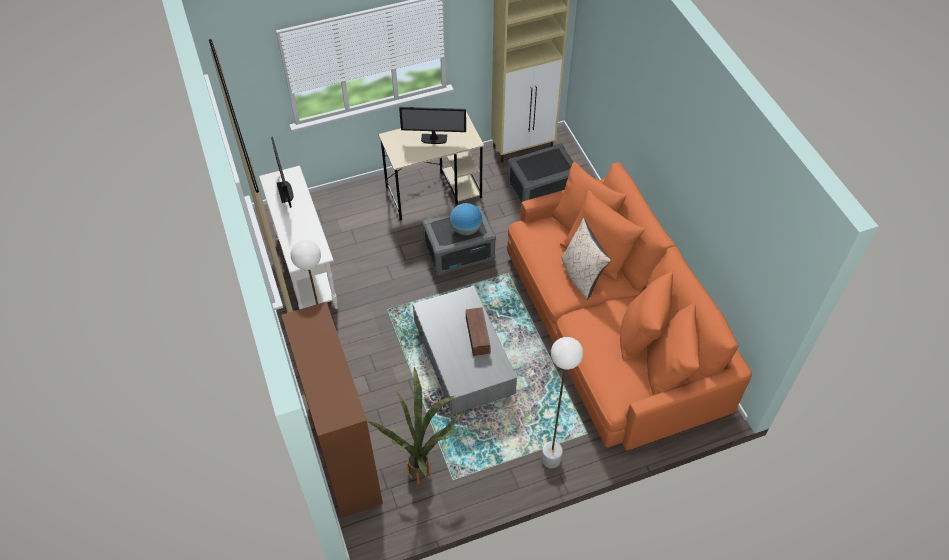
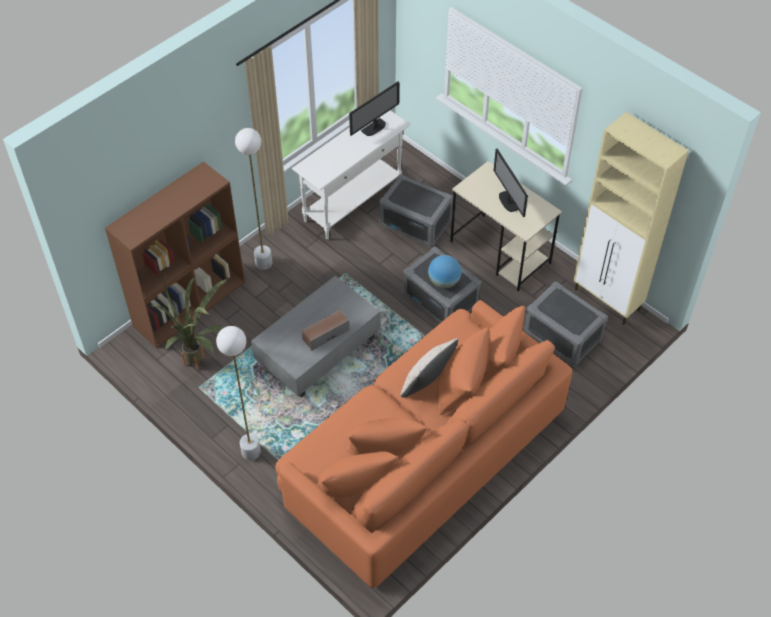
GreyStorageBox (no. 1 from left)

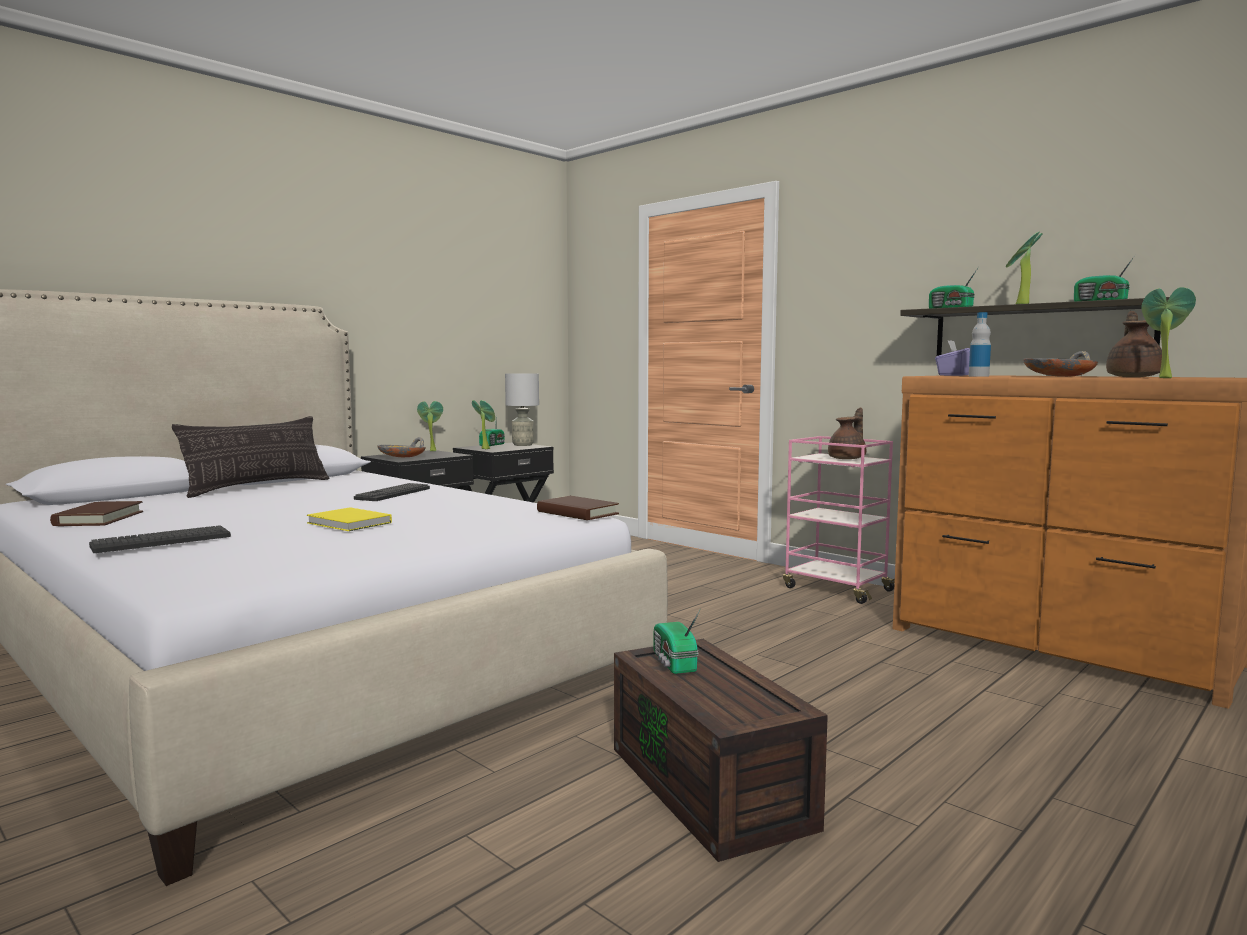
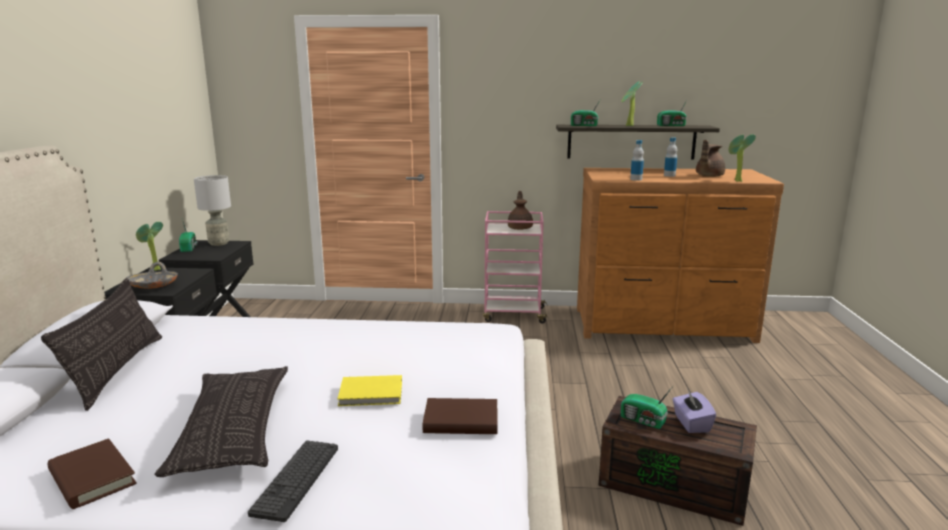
Keyboard (no. 2 from left in the first image); PottedPlant (no. 2 from left in the first image); BrownBook (no. 2 from left); PurpleTissueBox; Bottle (no. 2 from left); BrownTeapot (no. 2 from left); Pillow (no. 2 from left)

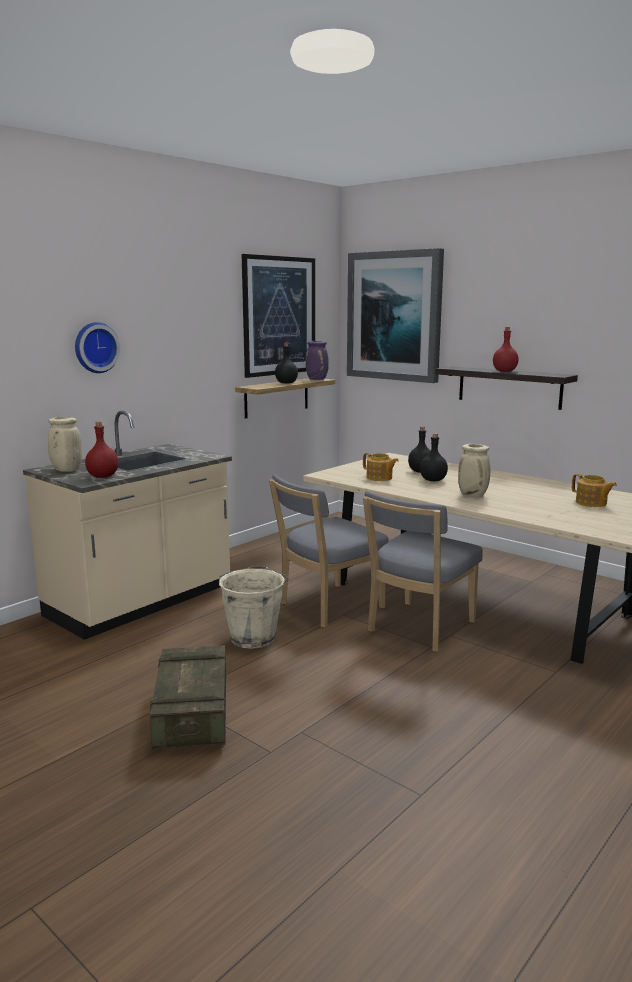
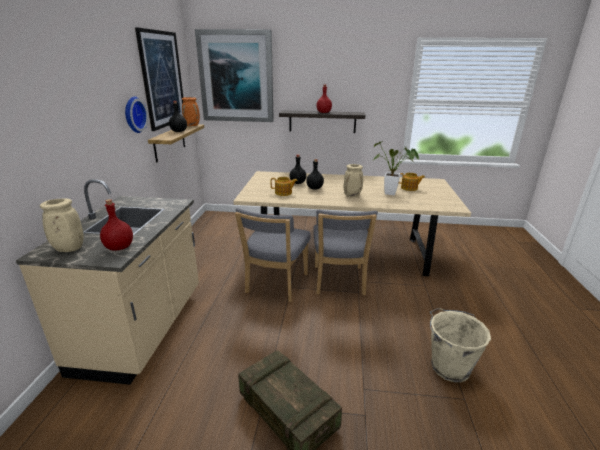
WallClock; BeigeBucket; OrangeVase; PottedPlant

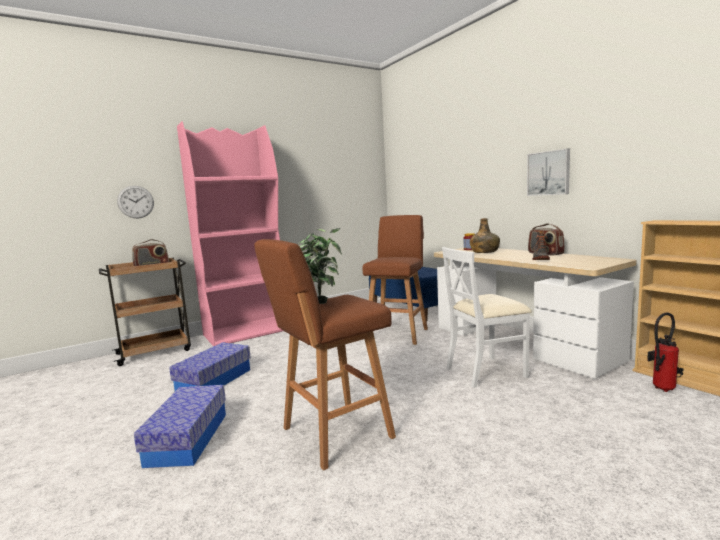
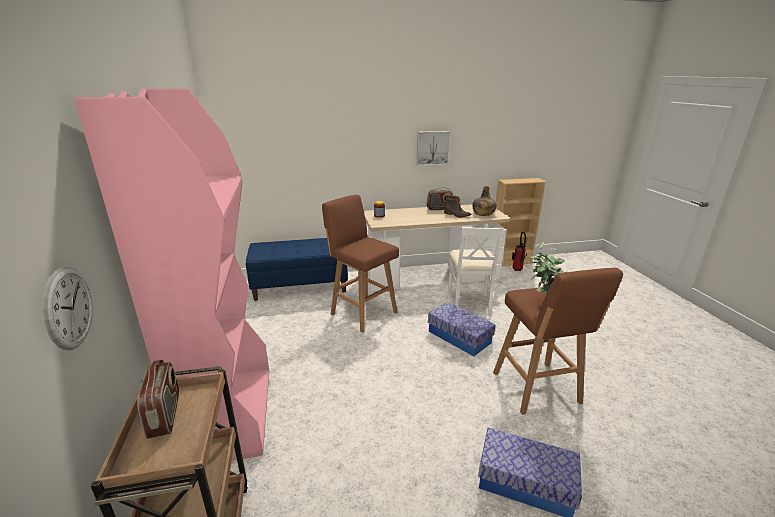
StorageBox (no. 1 from left); GreenBottle

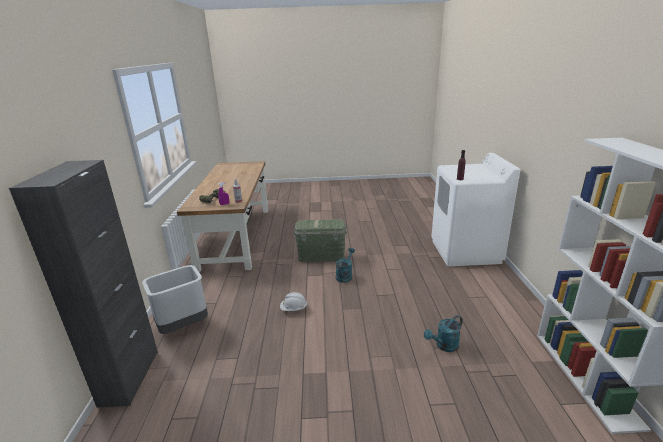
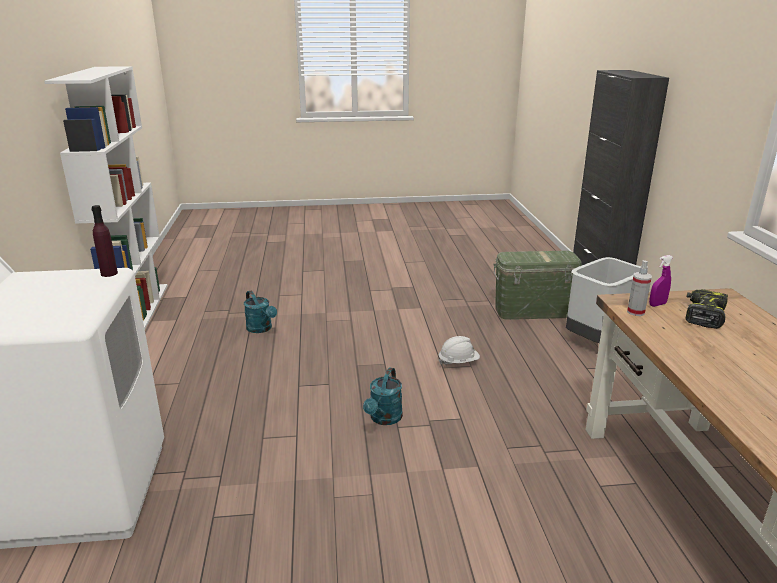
GreenStorageBox; TurquoiseWateringCan (no. 1 from left)

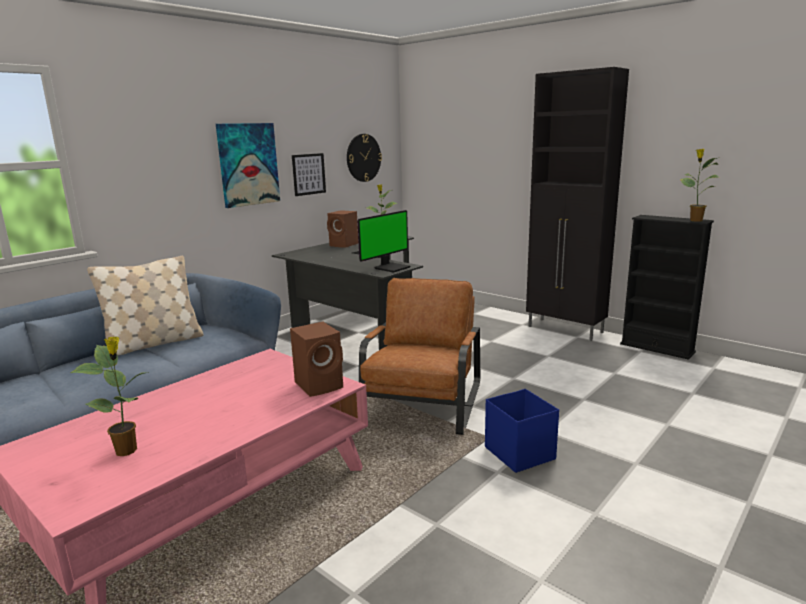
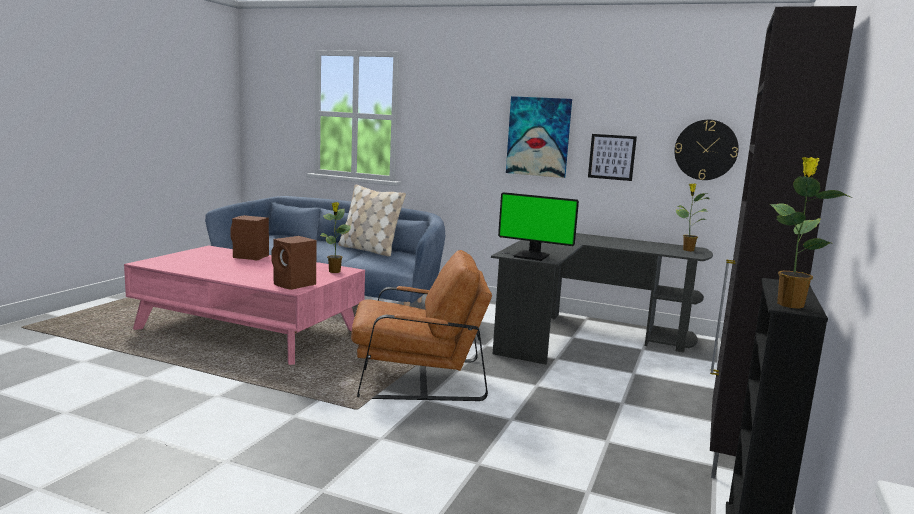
PottedPlant (no. 1 from left); BrownSpeaker (no. 1 from left); BlueStorageBox

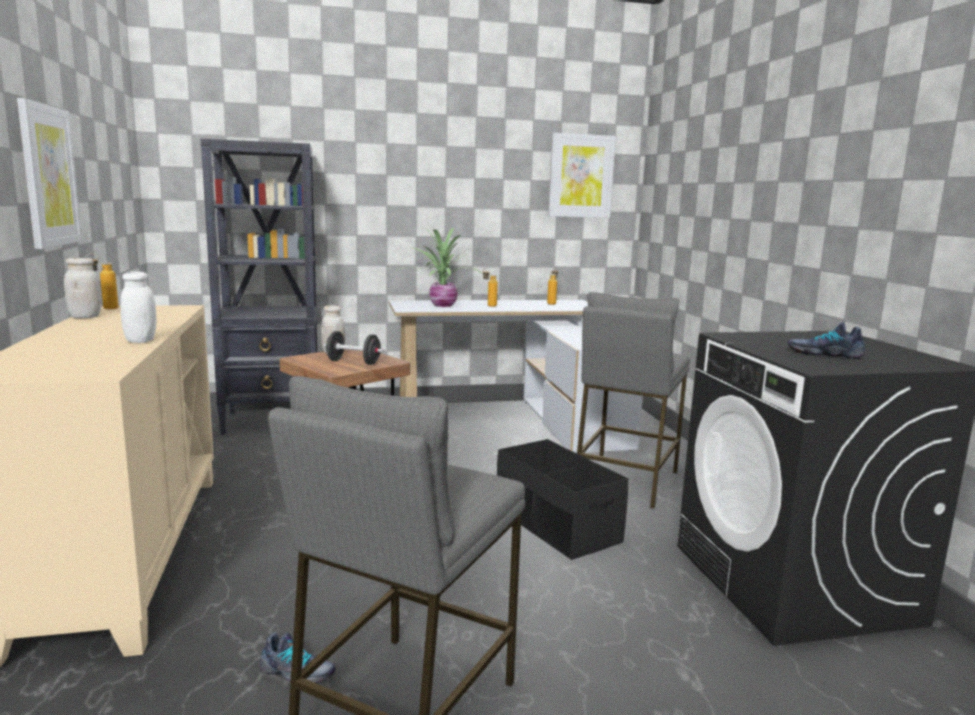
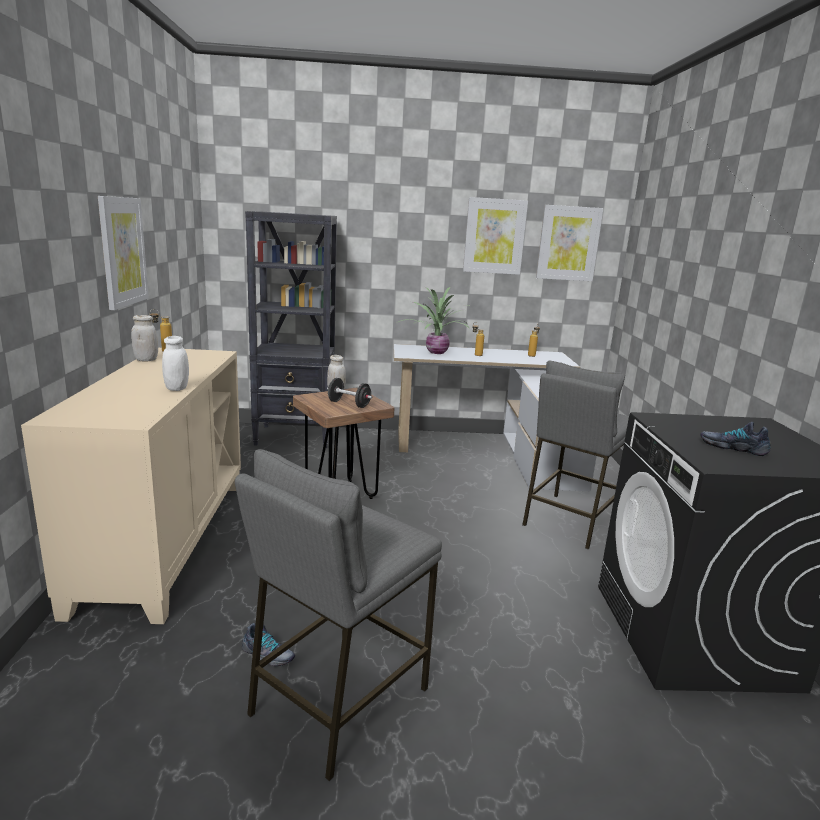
BlackStorageBox; Picture (no. 2 from left)

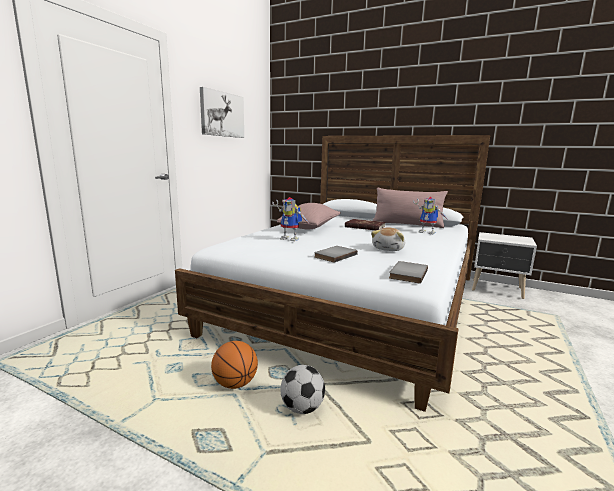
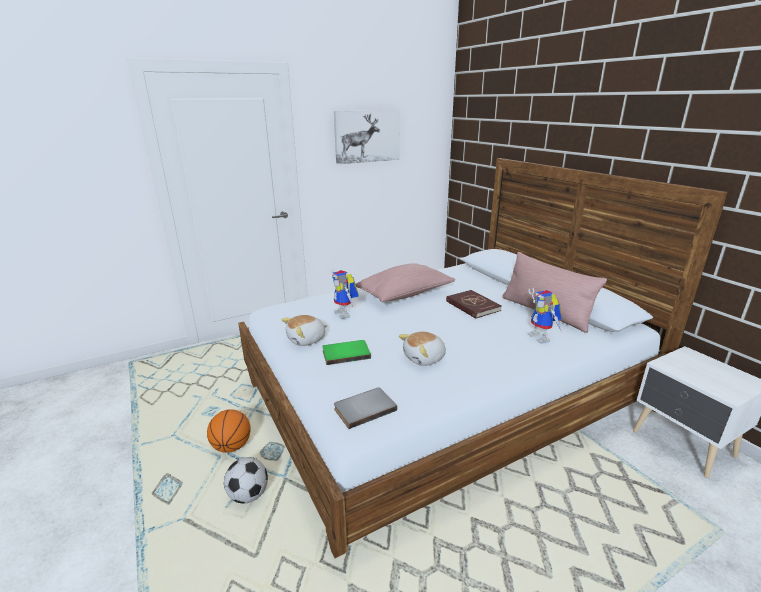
GreenBook; PlushToy (no. 1 from left)

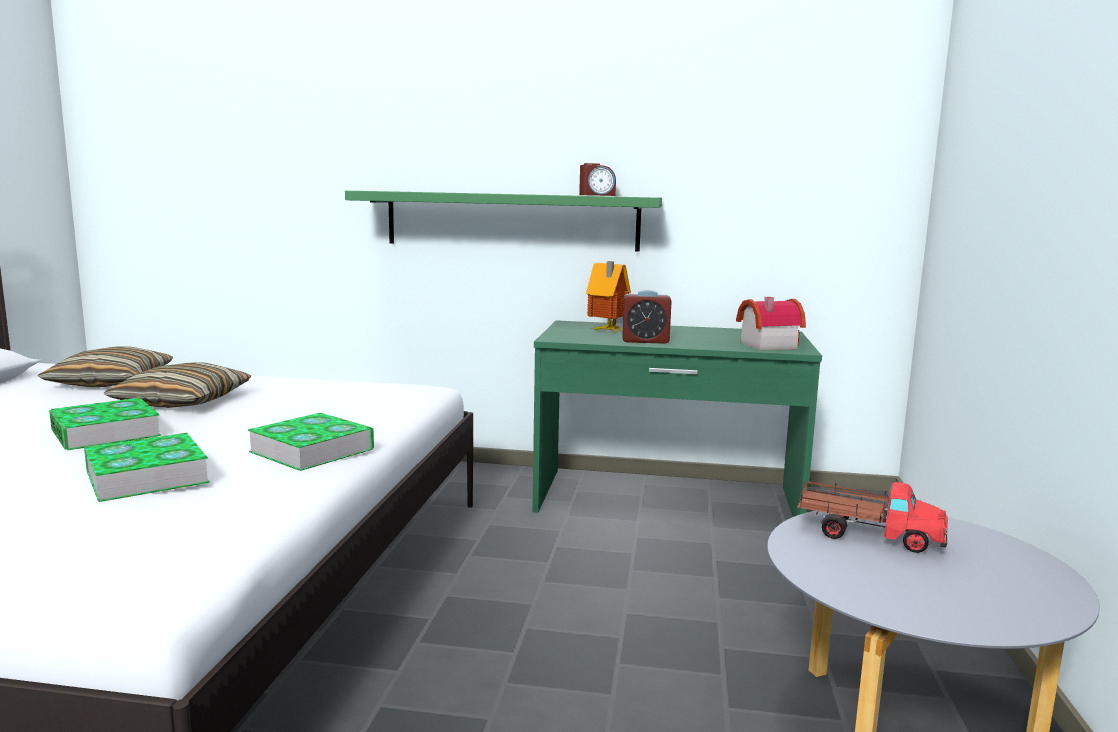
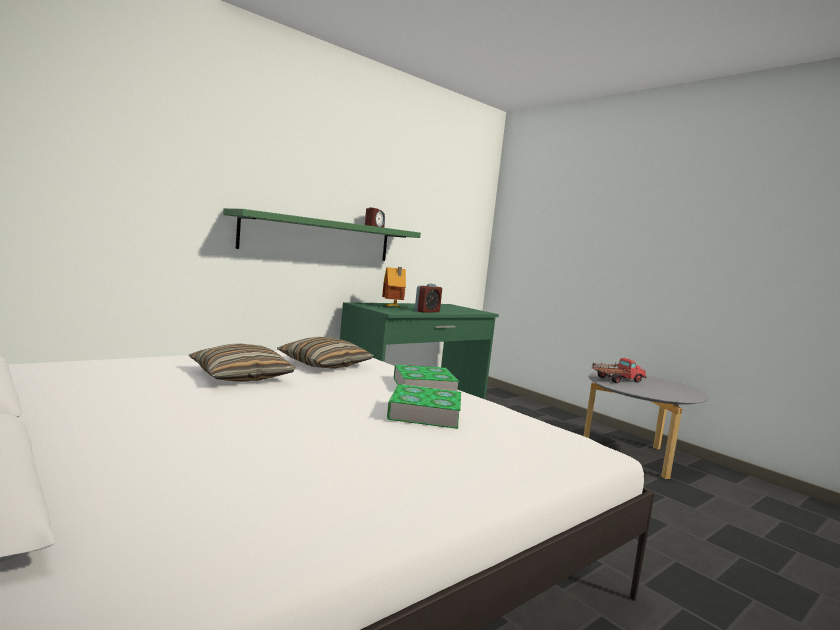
Pillow (no. 2 from left); Book (no. 1 from left in the first image); ToyHouse (no. 2 from left in the first image)

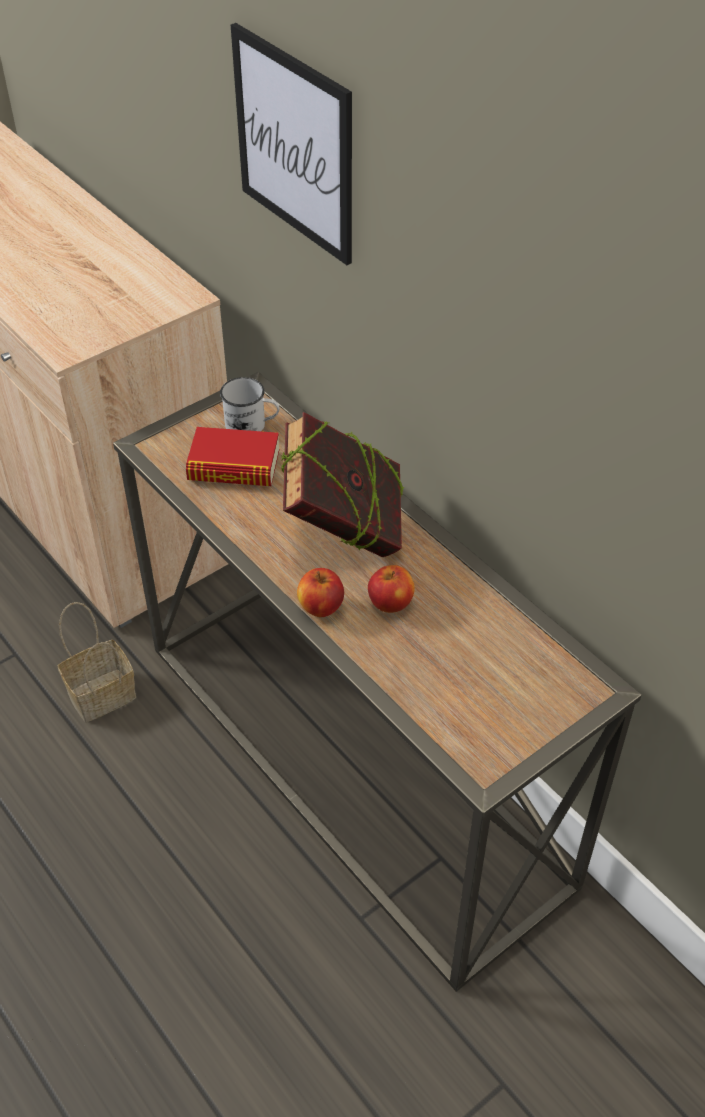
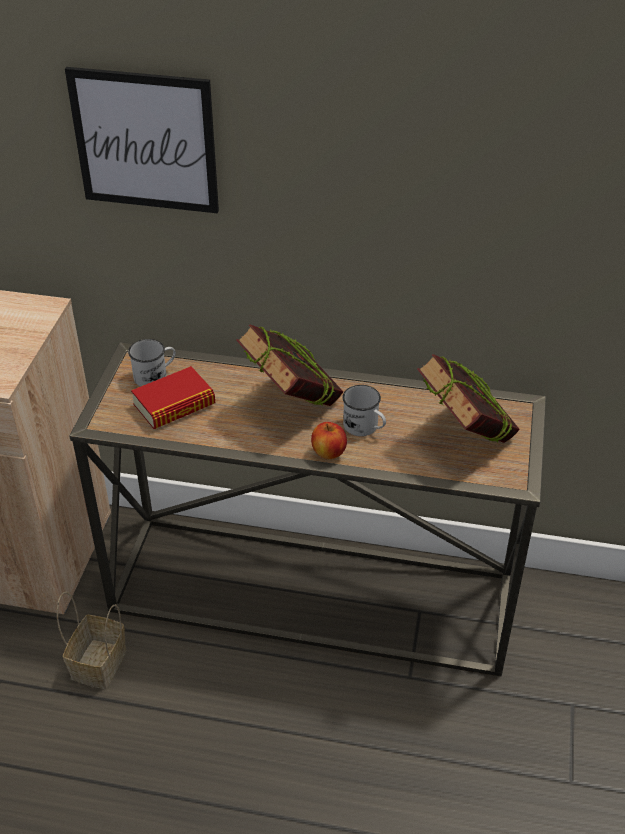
WhiteMug (no. 2 from left); Book (no. 3 from left)

